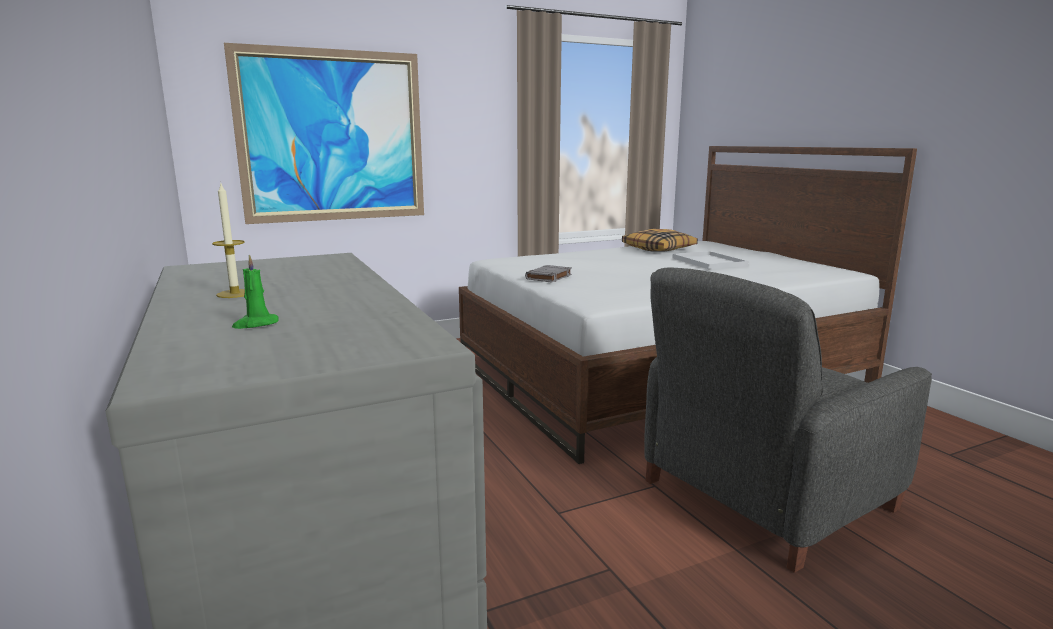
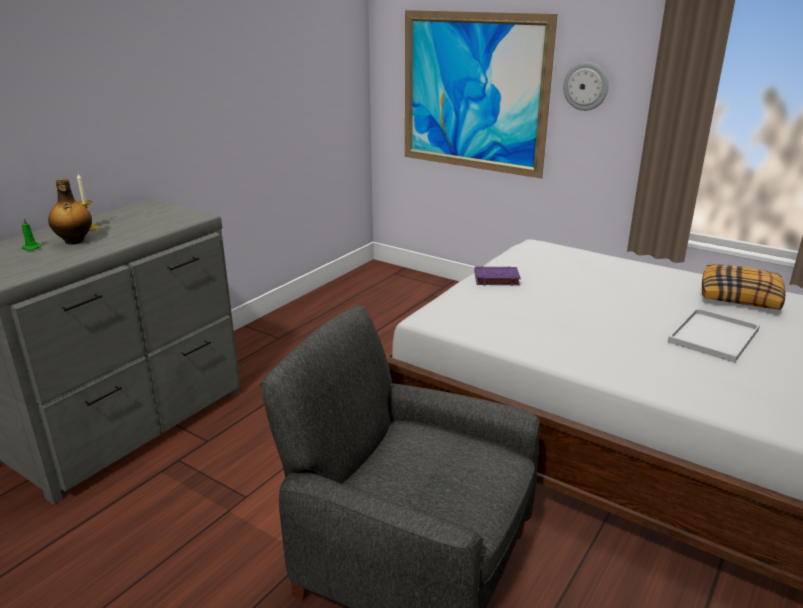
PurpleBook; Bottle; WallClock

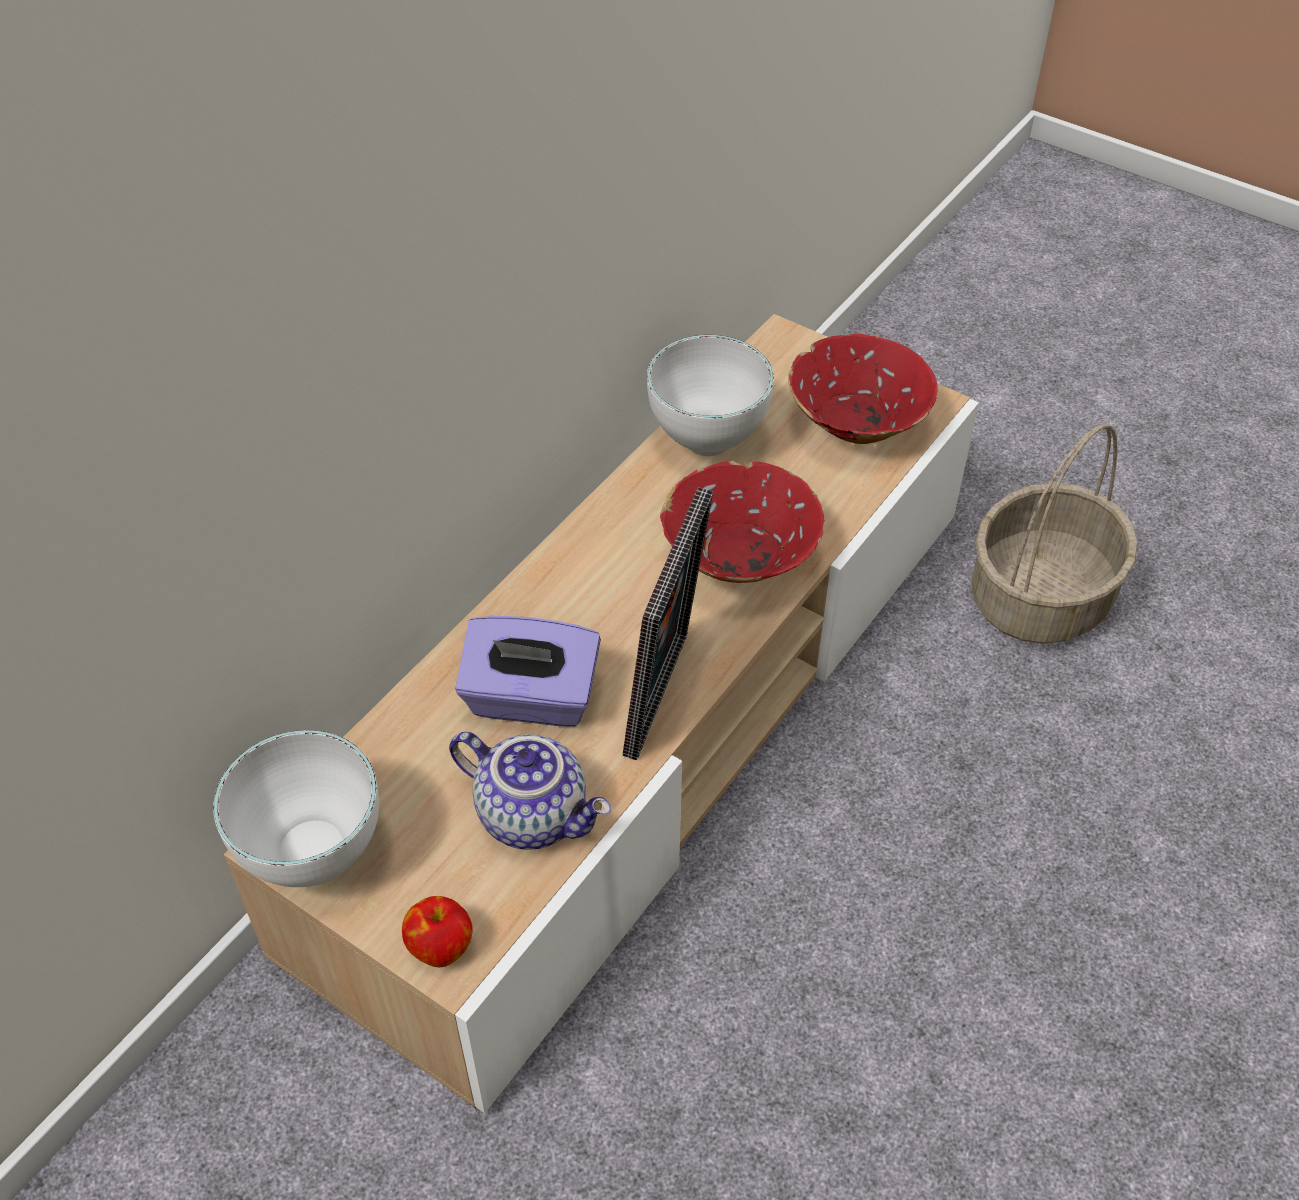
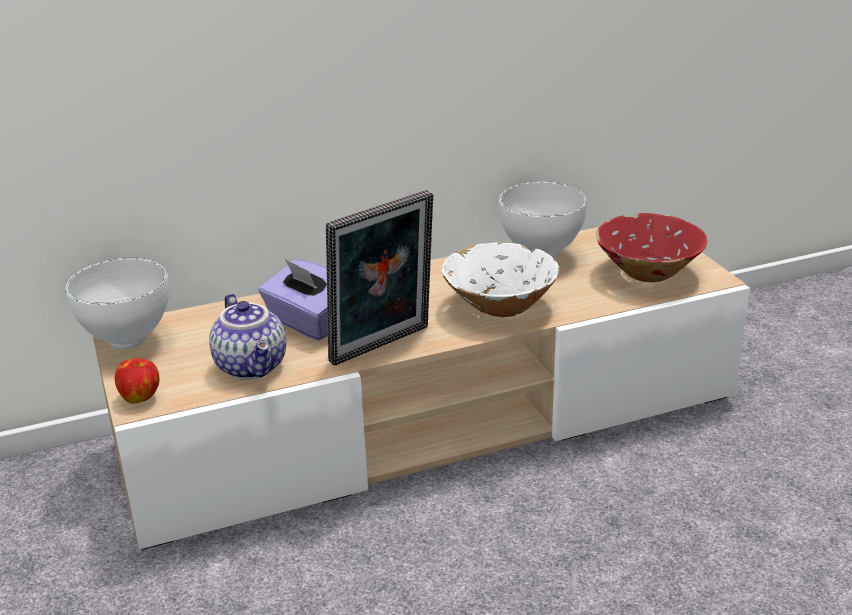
WhiteBowl (no. 2 from left); Basket

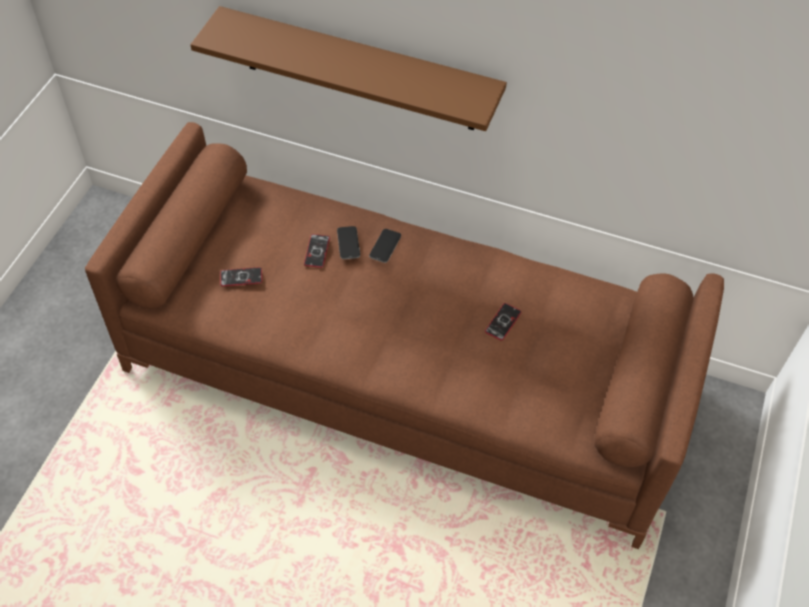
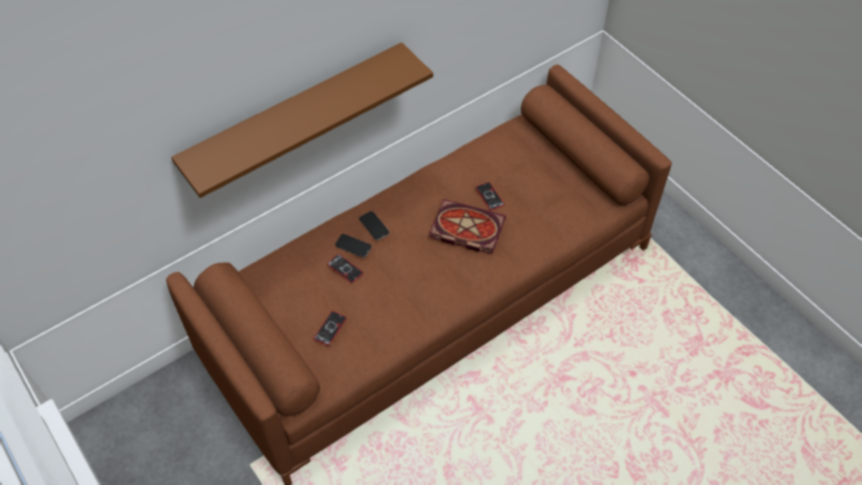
Book

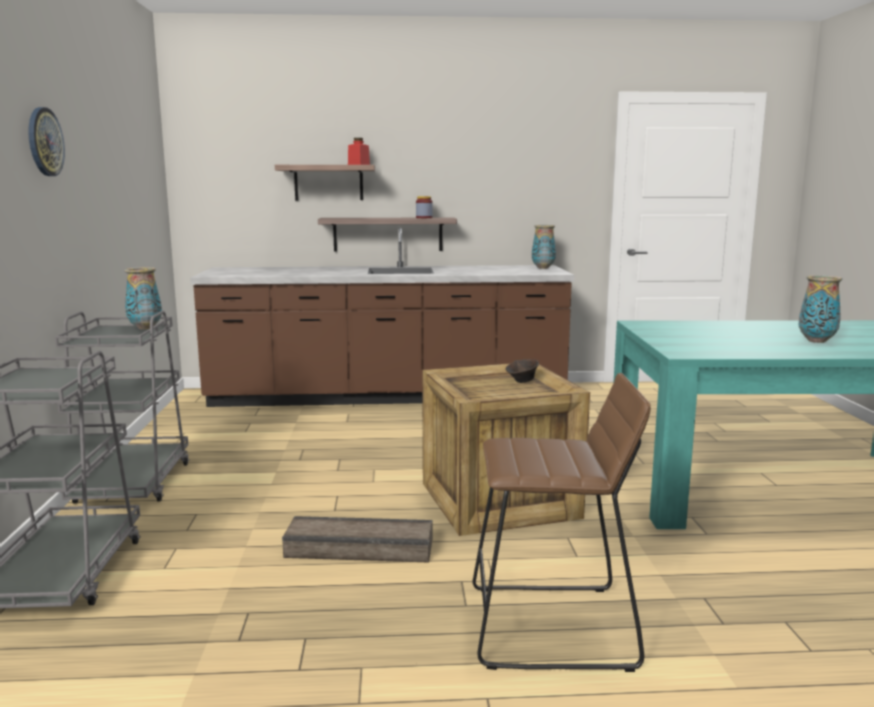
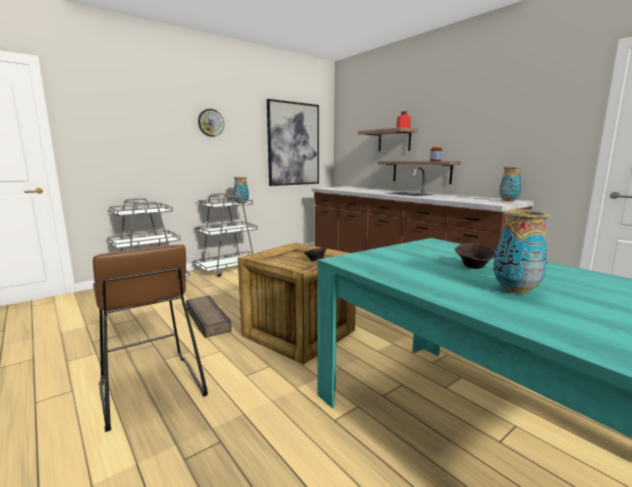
Picture; BrownBowl (no. 2 from left)

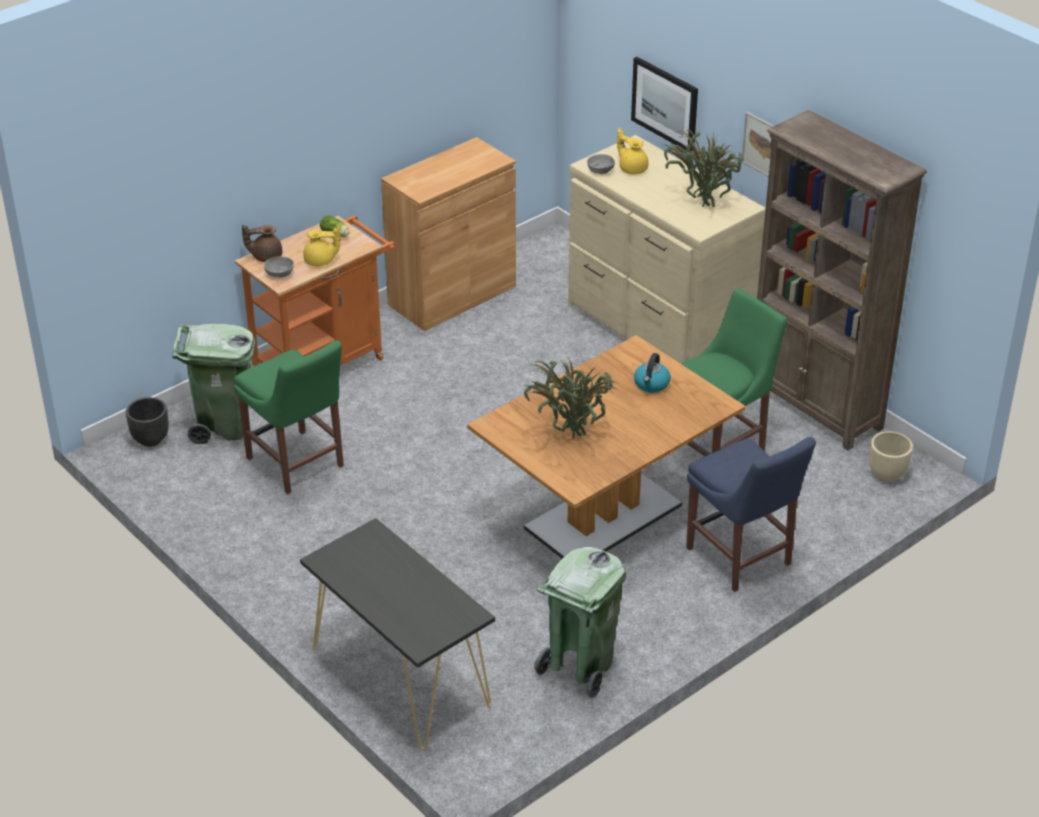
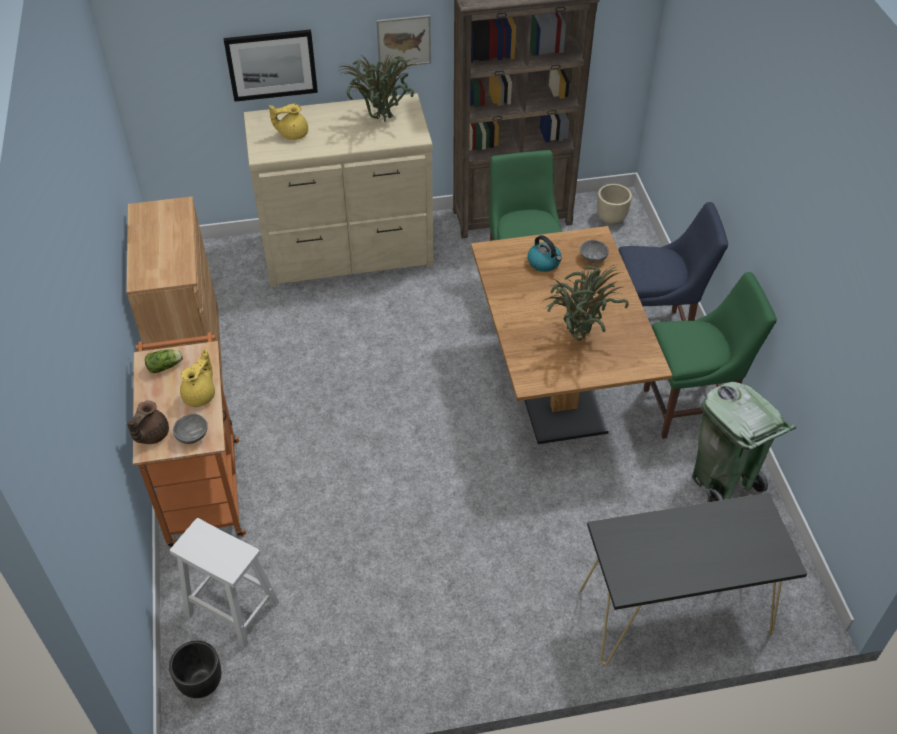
WhiteStool; GreenChair (no. 2 from left); GreyBowl (no. 2 from left)

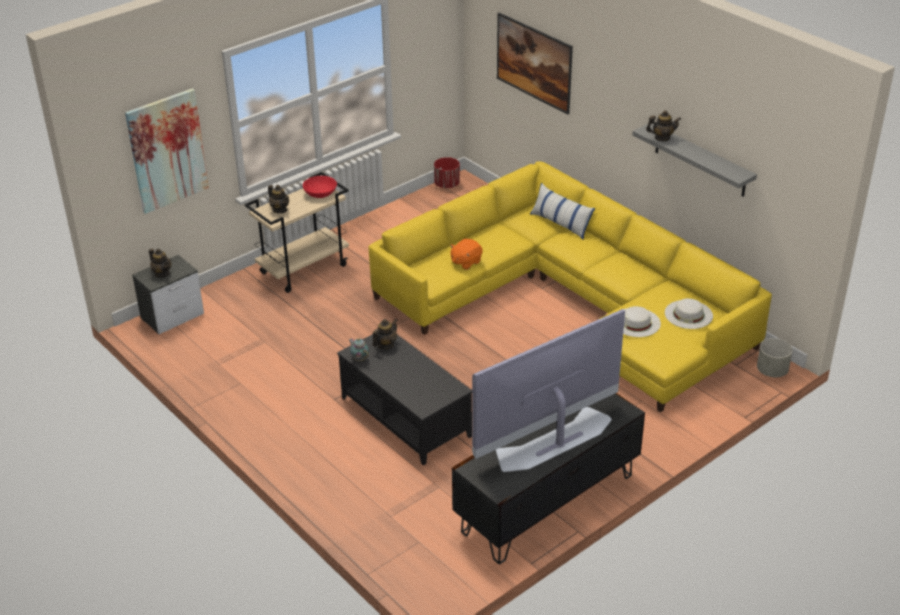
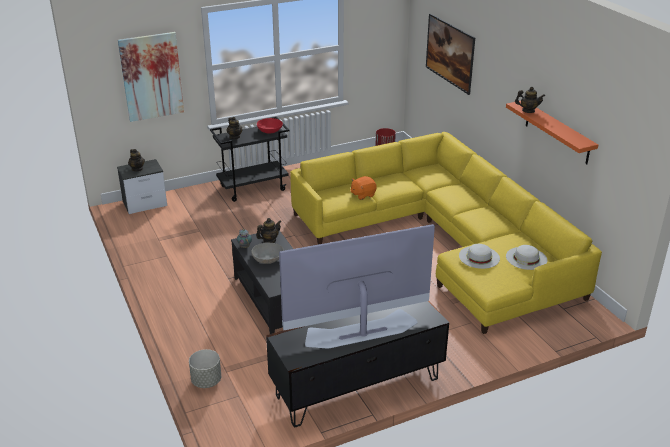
BlackCart; Pillow; OrangeShelf; GreyPlanter; GreyBowl

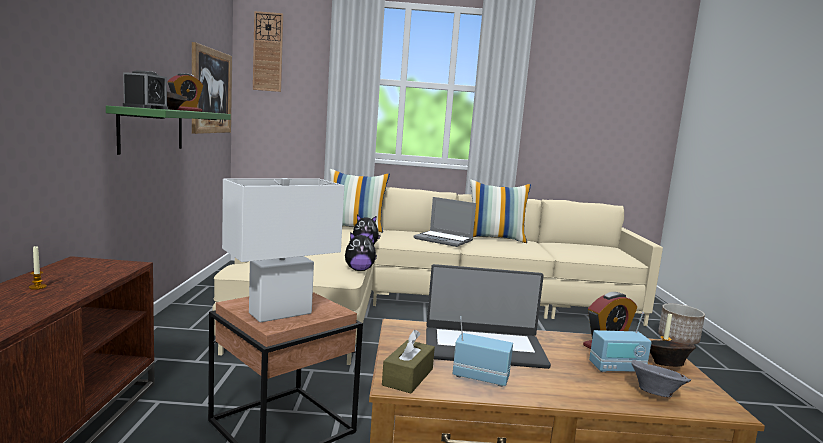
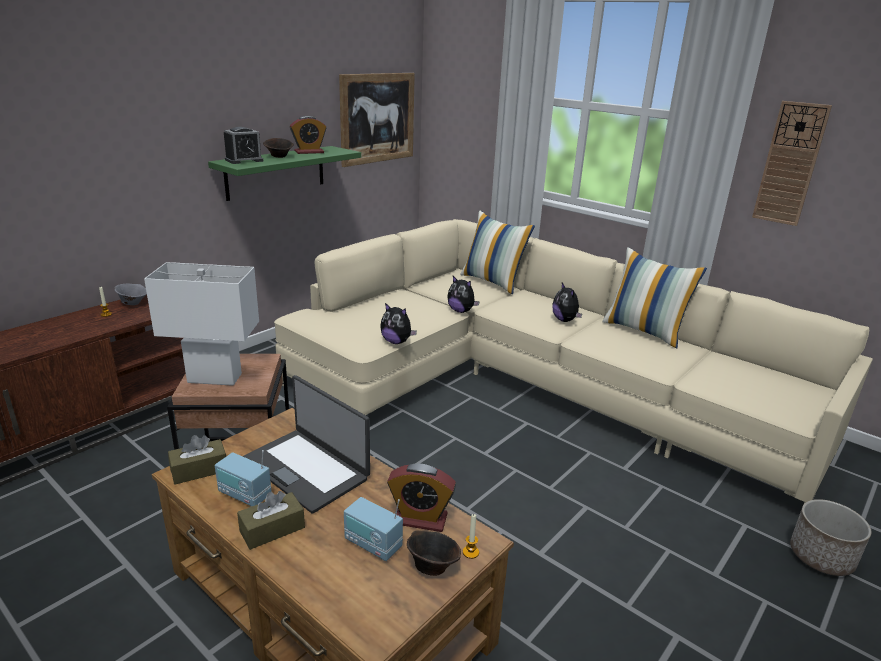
WallClock; PlushToy (no. 3 from left); Radio (no. 1 from left); GreyBowl; BrownTissueBox (no. 2 from left)

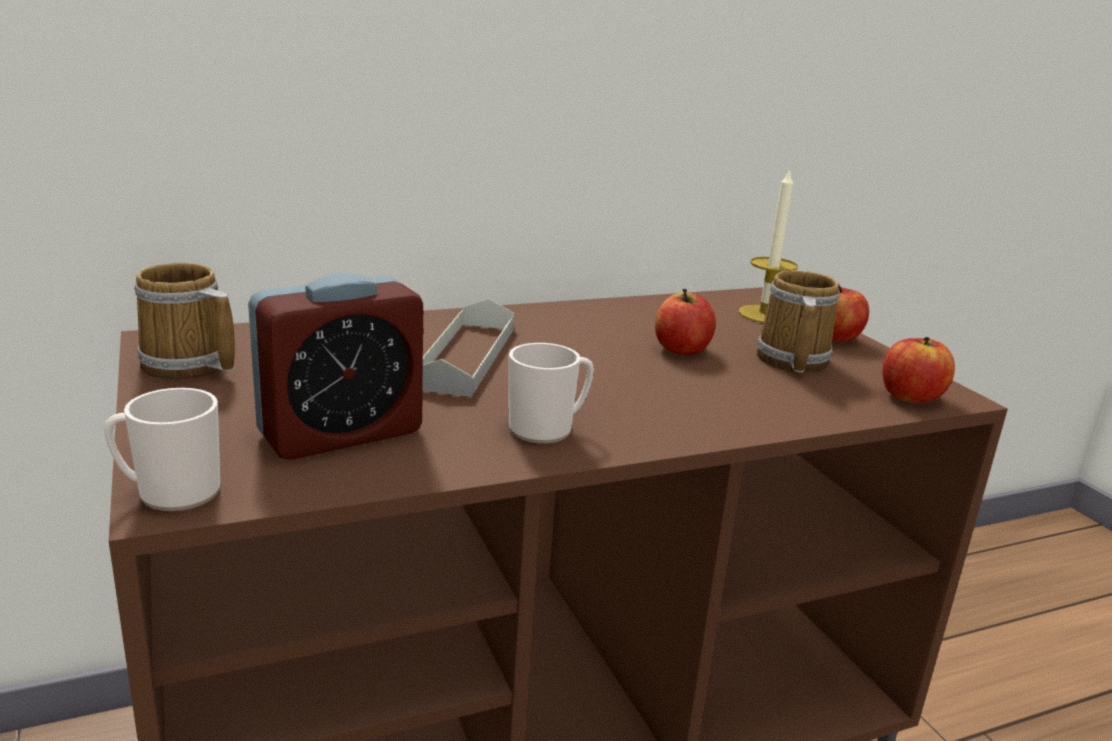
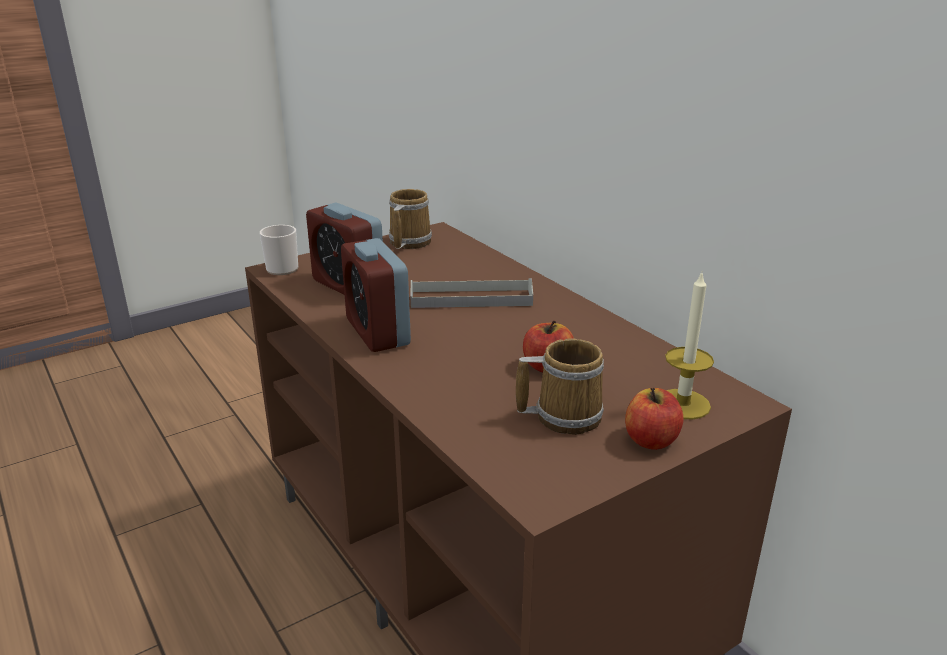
AlarmClock (no. 2 from left); Apple (no. 3 from left in the first image)

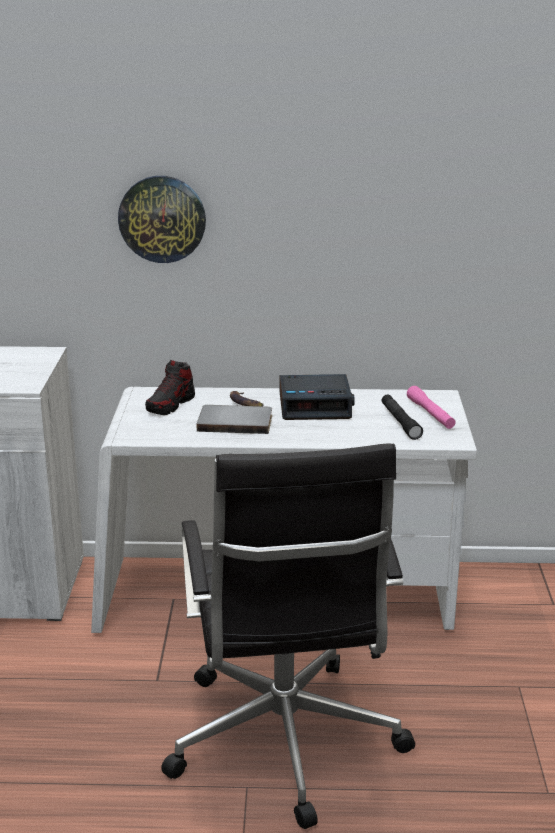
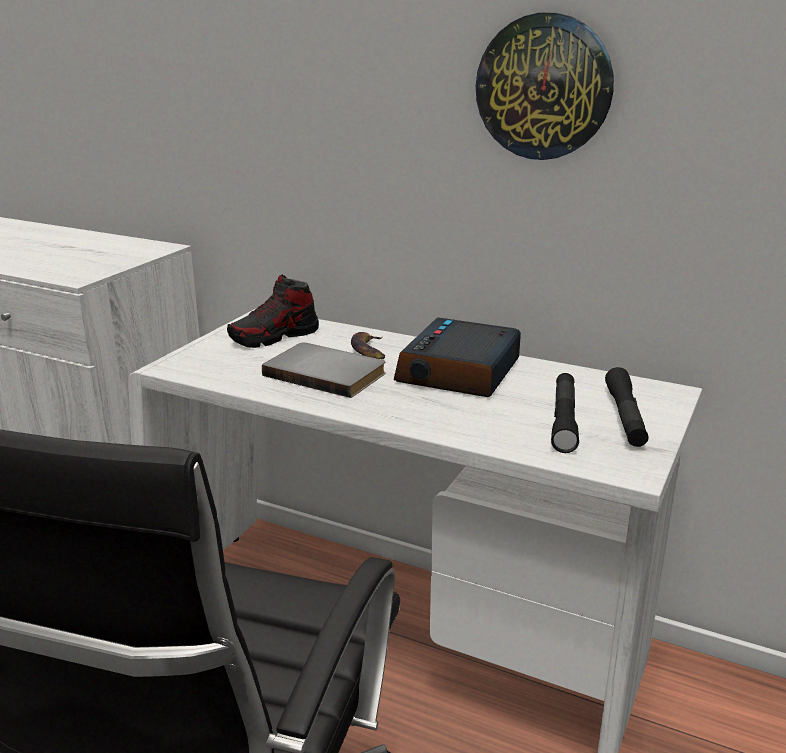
WallClock; AlarmClock; BlackFlashlight (no. 2 from left)

